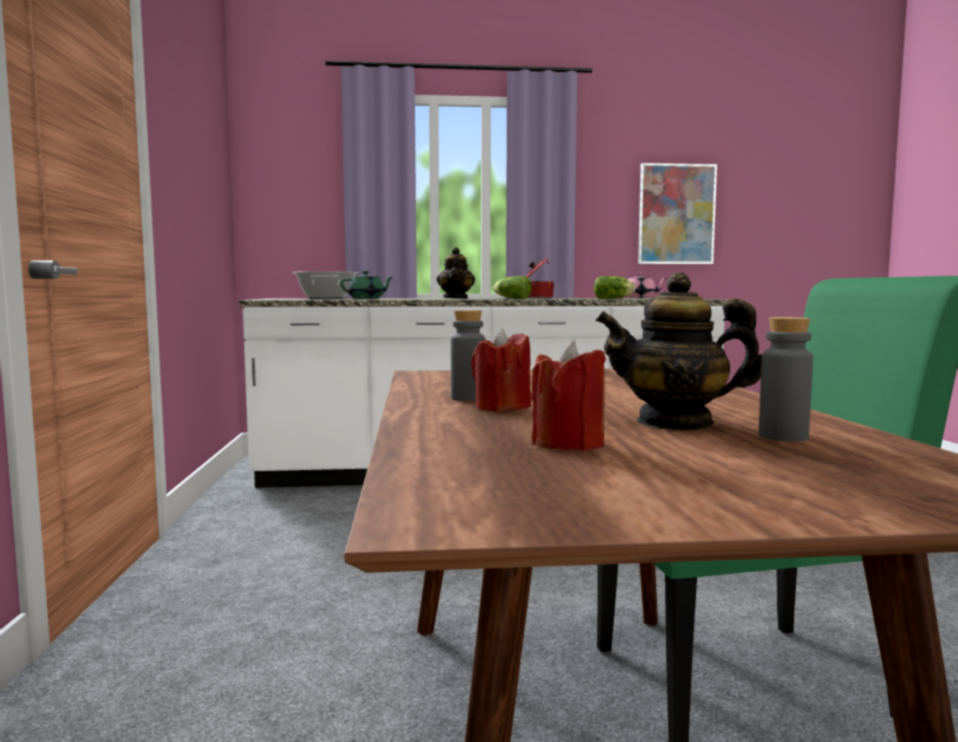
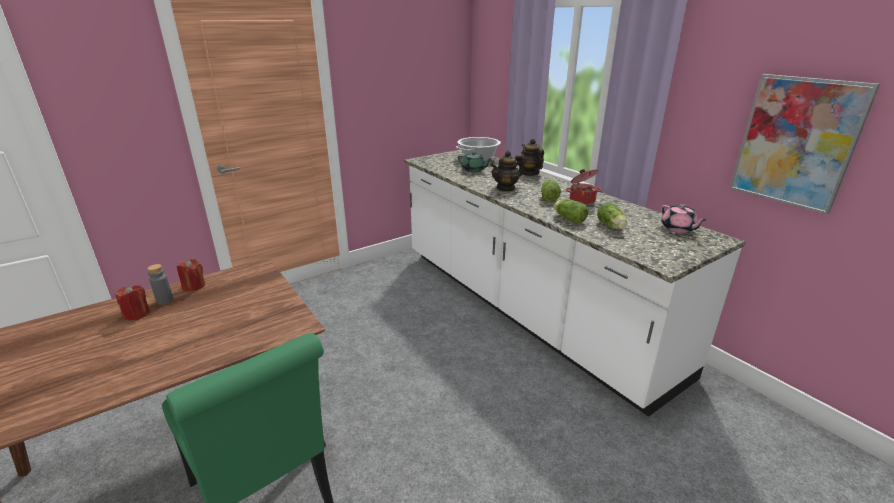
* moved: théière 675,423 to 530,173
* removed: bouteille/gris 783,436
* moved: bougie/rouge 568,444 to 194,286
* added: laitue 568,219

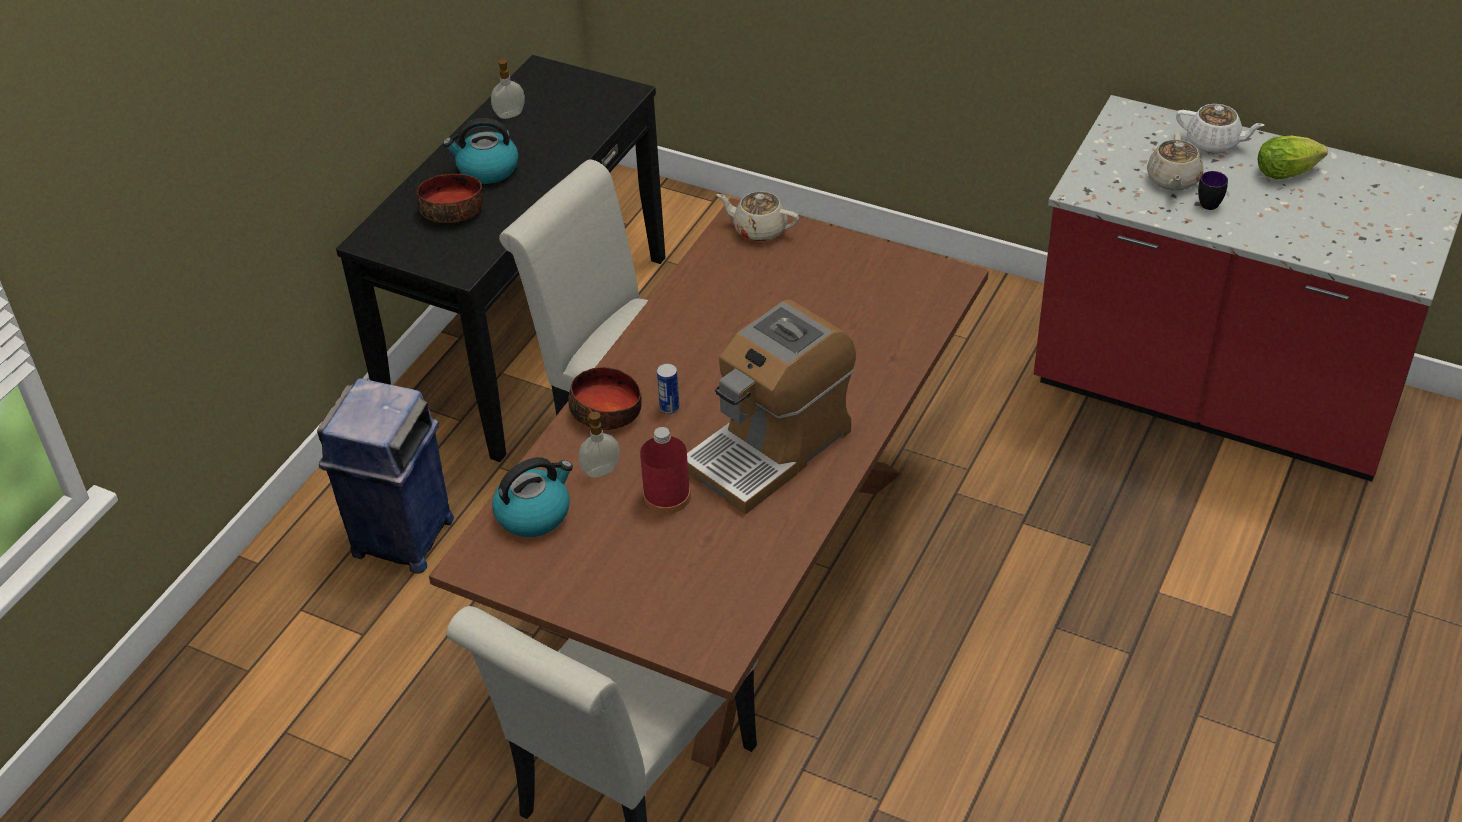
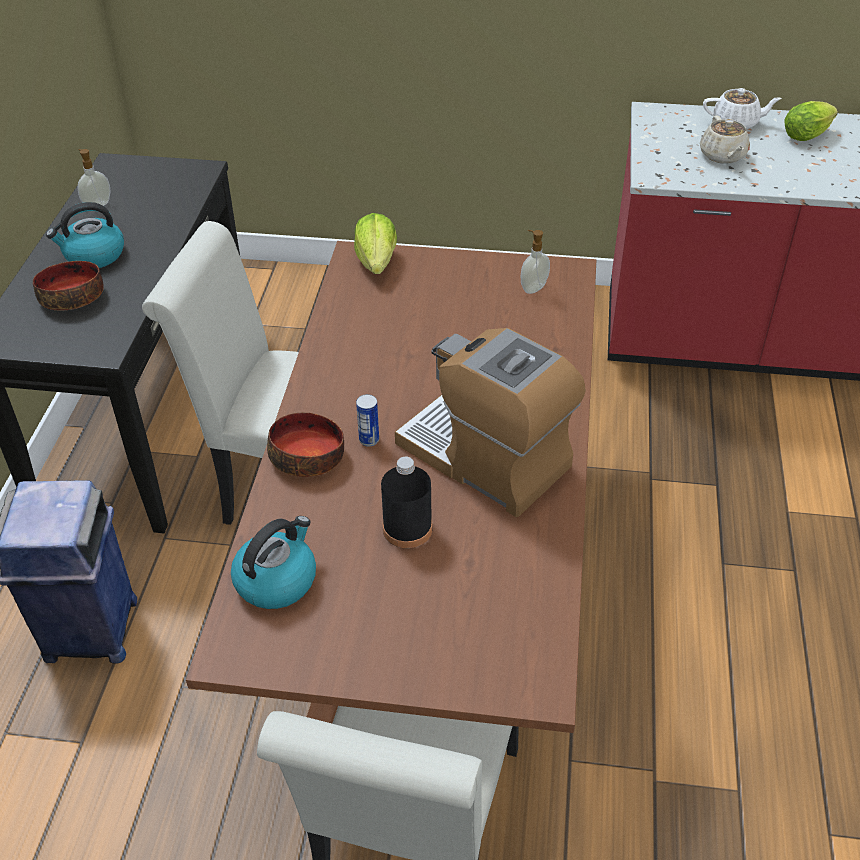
* removed: mug 1210,201
* replaced: théière/beige 759,229 to laitue 376,262
* turned: machine à café 770,448 = 486,457 105 degrees clockwise
* moved: distributeur de savon 600,470 to 533,288
* recoloured: bouteille/rouge 667,496 to bouteille/noir 407,529

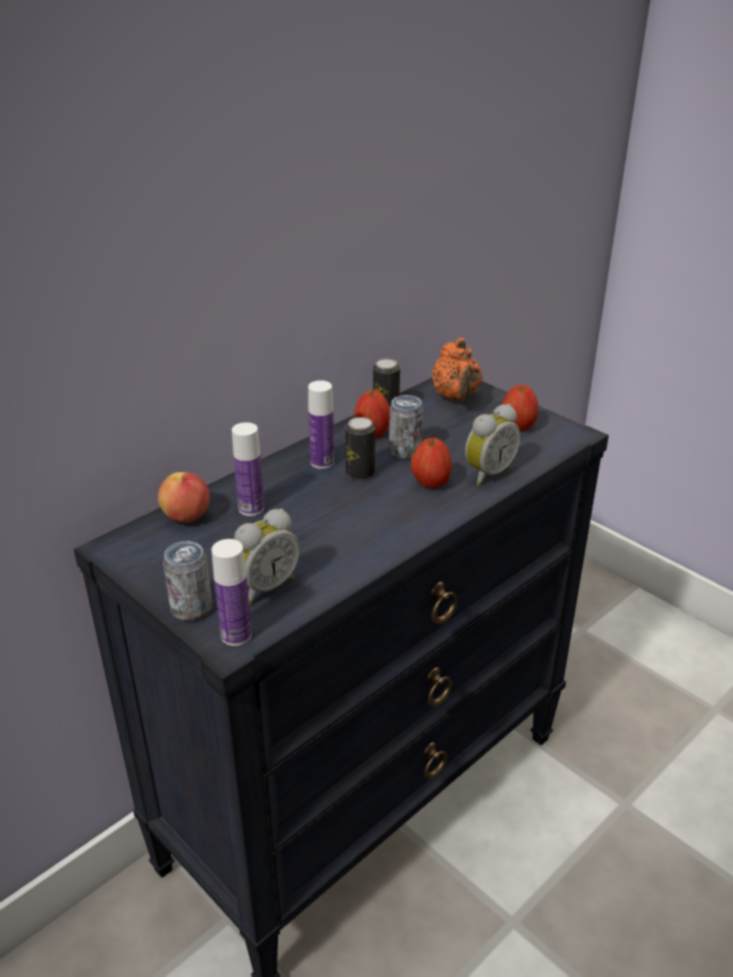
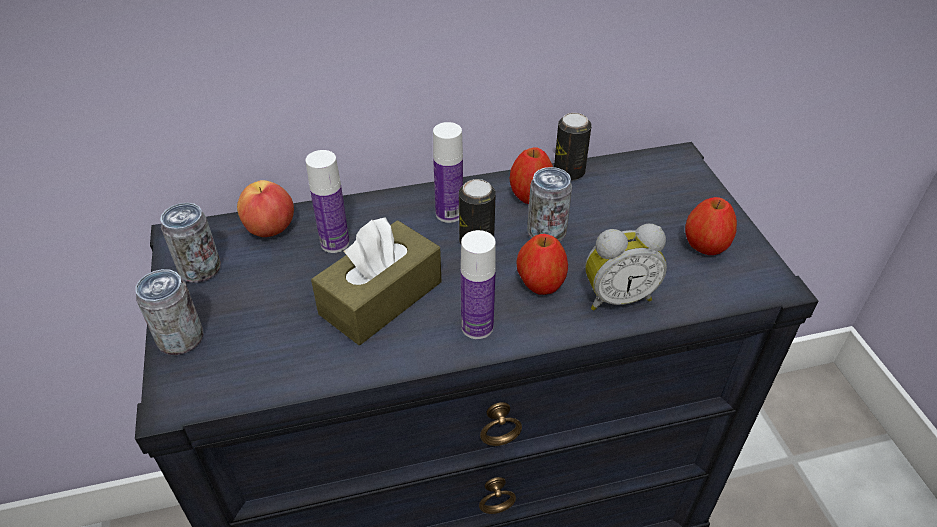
* removed: théière/orange 456,397
* removed: réveil 265,586
* moved: bouteille 236,635 to 477,327
* added: boîte métallique 200,270
* added: boîte à mouchoirs/marron 381,298

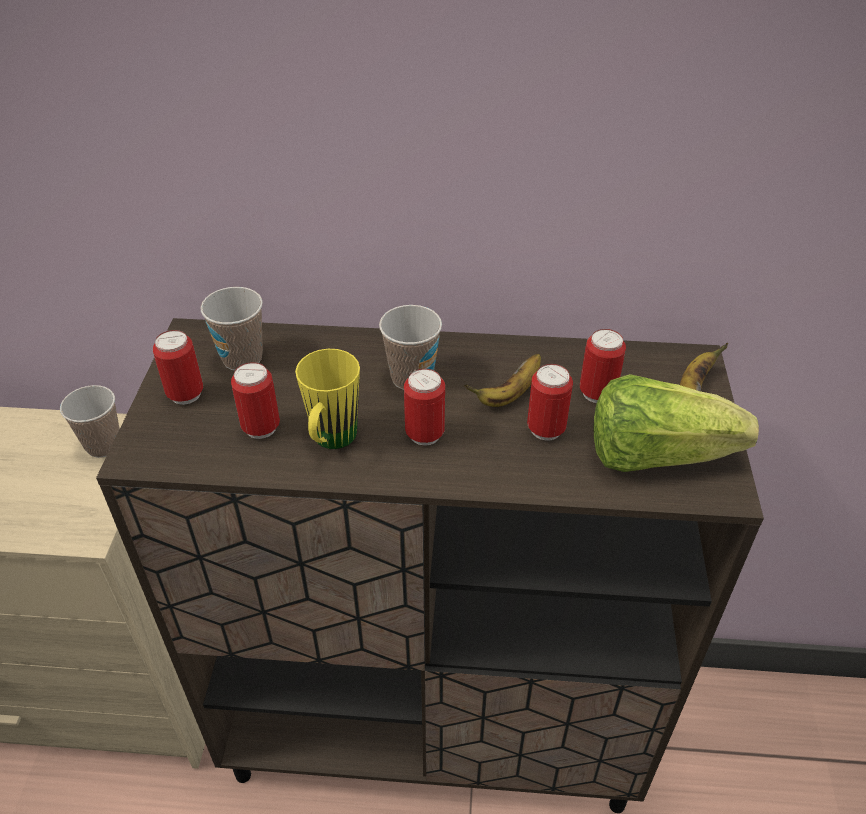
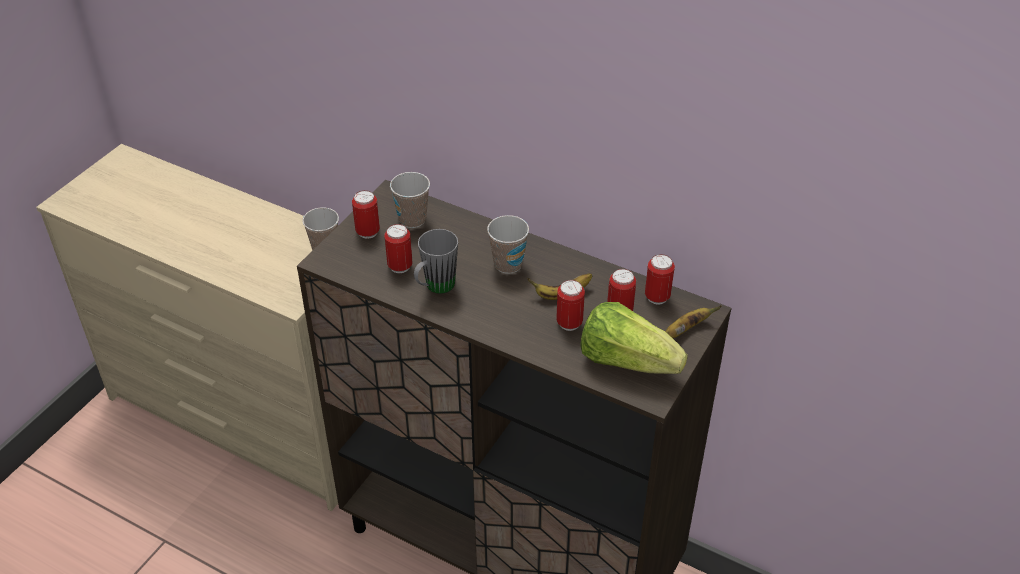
* recoloured: mug/jaune 331,442 to mug/gris 435,288
* moved: boîte métallique 424,434 to 657,297

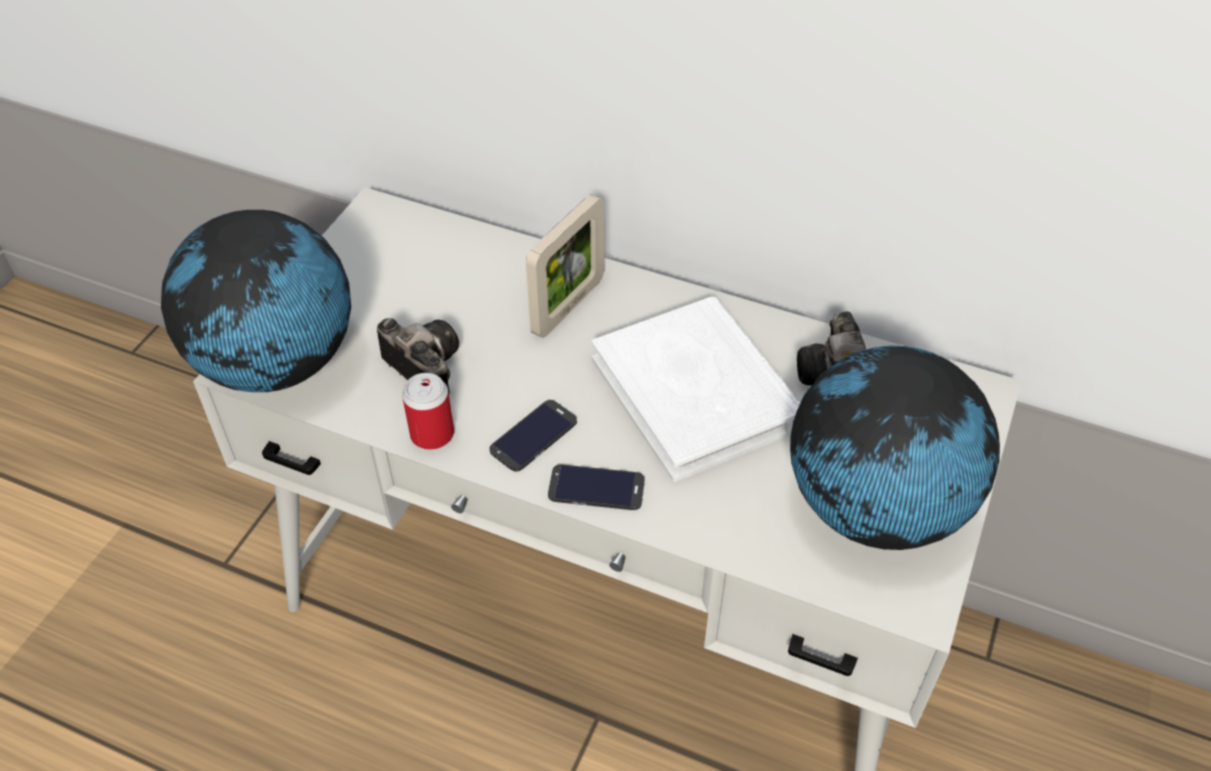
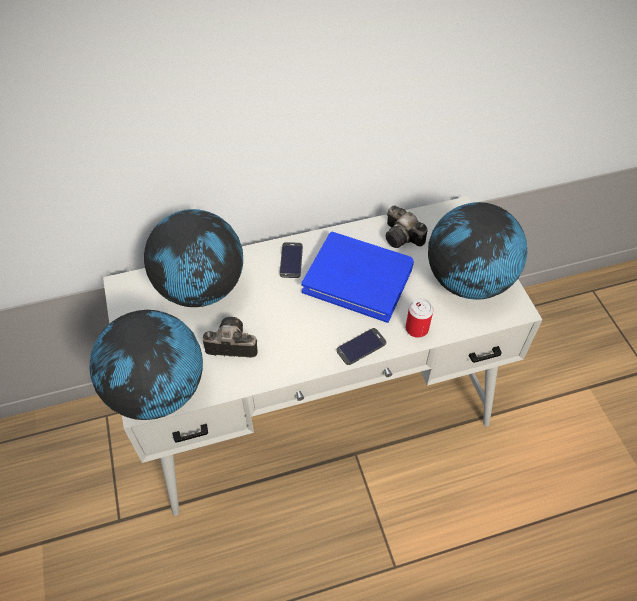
* removed: cadre photo 568,306
* recoloured: livre/blanc 696,392 to livre/bleu 358,279
* moved: boîte métallique 432,434 to 416,328
* moved: téléphone 534,436 to 291,260
* added: globe 201,288

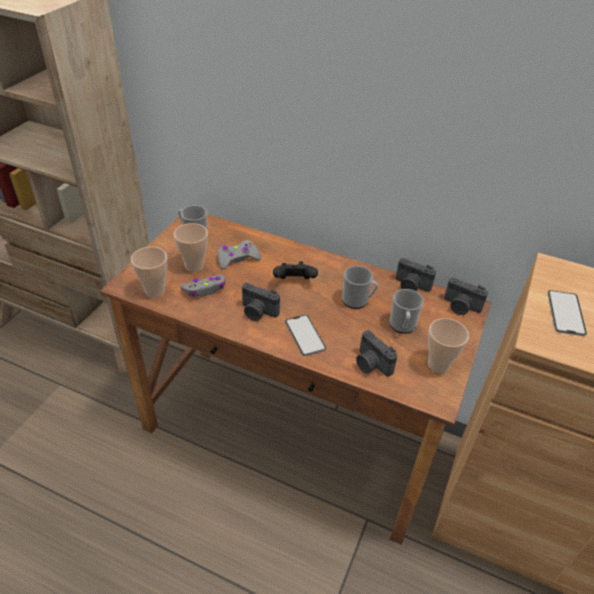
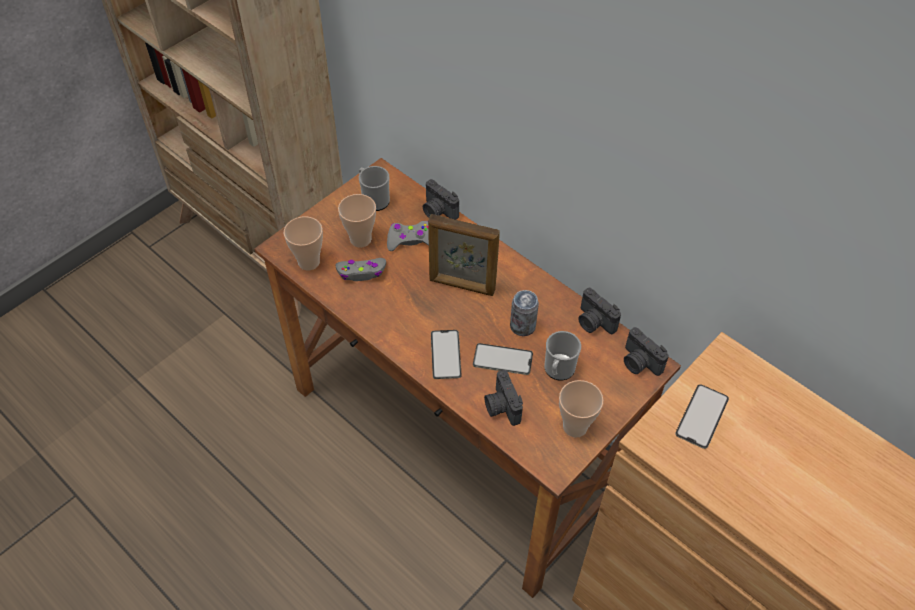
* replaced: manette/noir 294,282 to cadre photo 462,285
* replaced: mug 357,301 to boîte métallique 522,326
* moved: appareil photo 258,312 to 438,211
* added: téléphone 502,359

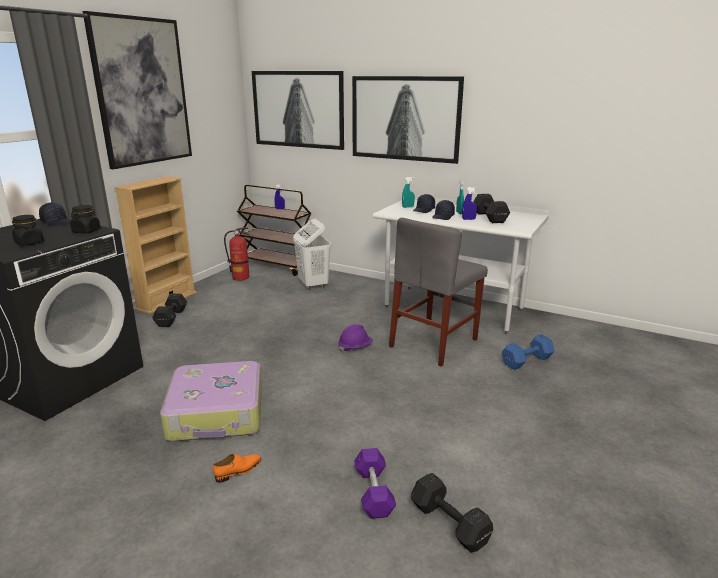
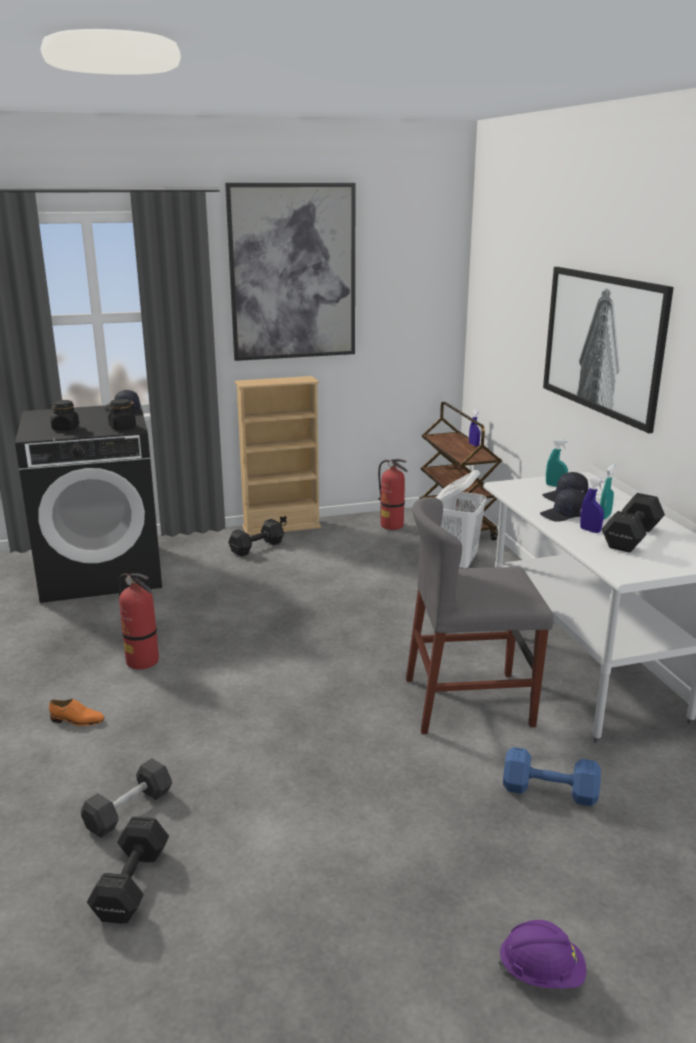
* removed: tableau 298,109
* moved: casque de chantier/violet 355,347 to 541,972
* replaced: valise 217,413 to extincteur 143,661
* recoloured: haltère/violet 373,492 to haltère/gris 129,810

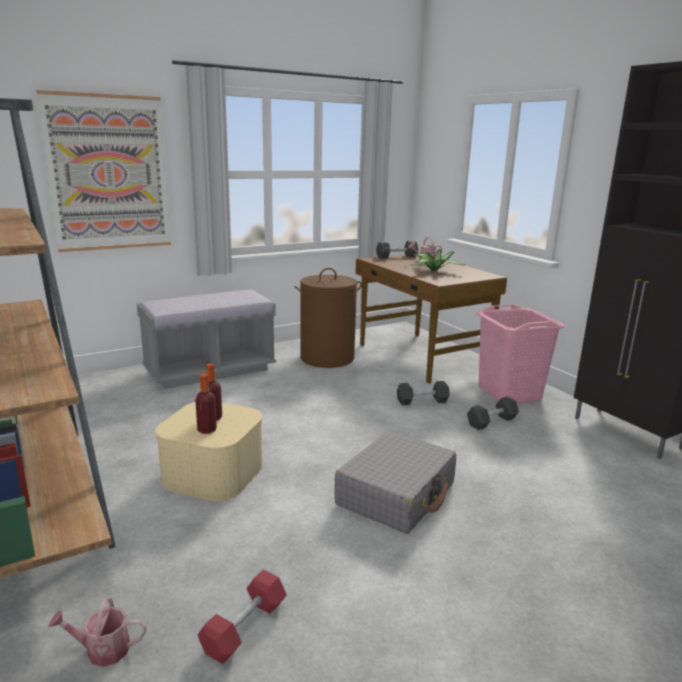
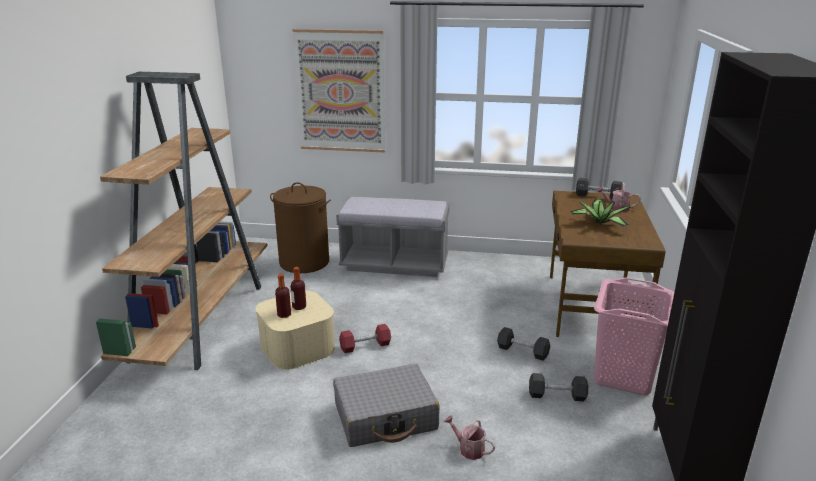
* moved: panier à linge/marron 327,358 to 304,262
* moved: haltère/rouge 244,627 to 365,346
* moved: arrosoir 102,650 to 468,449

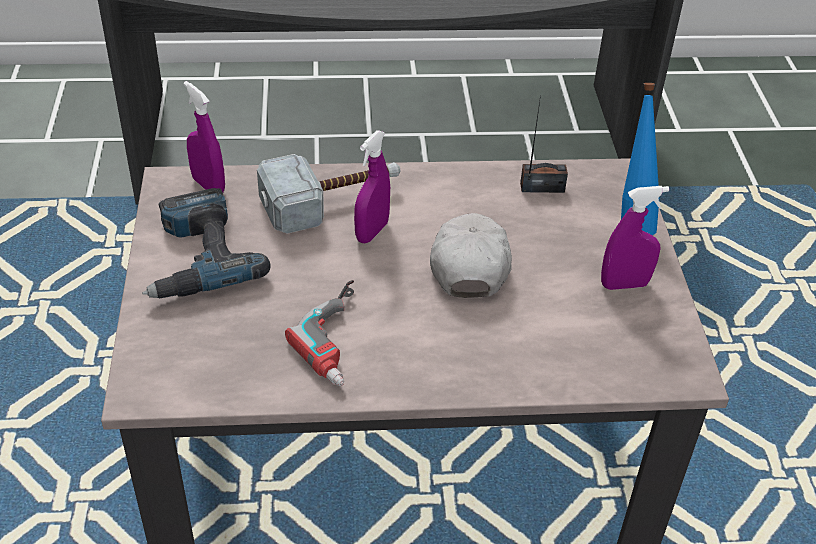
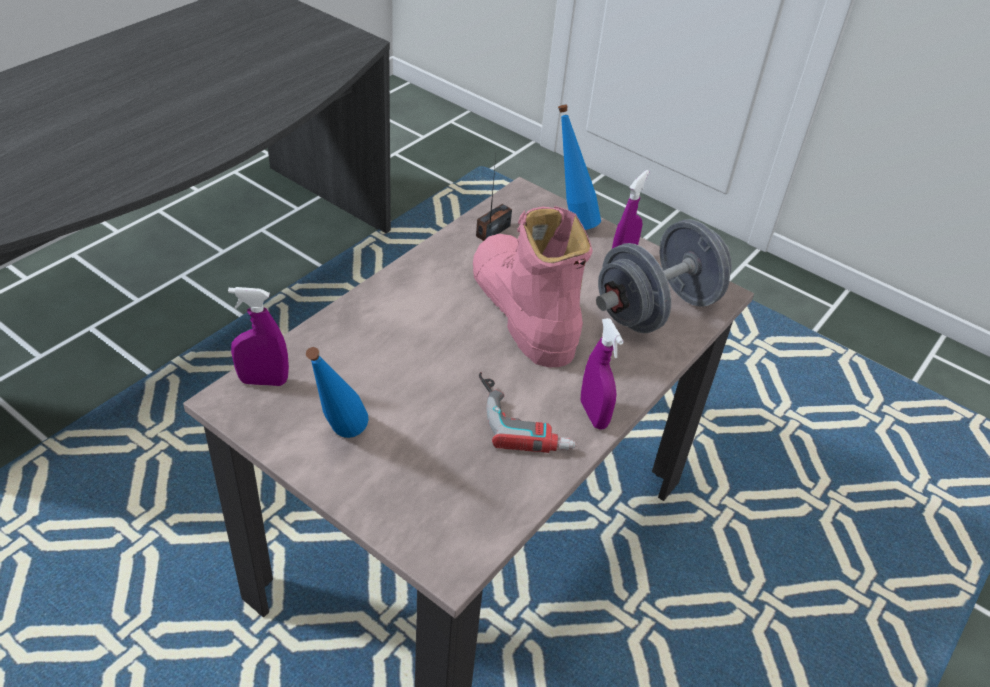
* moved: vaporisateur/violet 372,232 to 593,414
* removed: marteau 332,200
* replaced: perceuse 196,257 to bouteille/bleu 339,440
* replaced: casquette/blanc 469,262 to botte/rose 523,310
* added: haltère/gris 656,309

